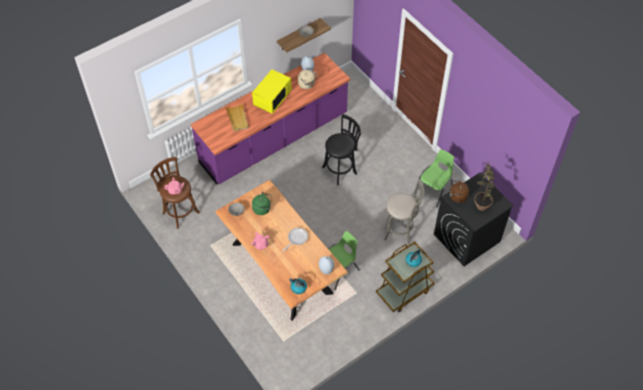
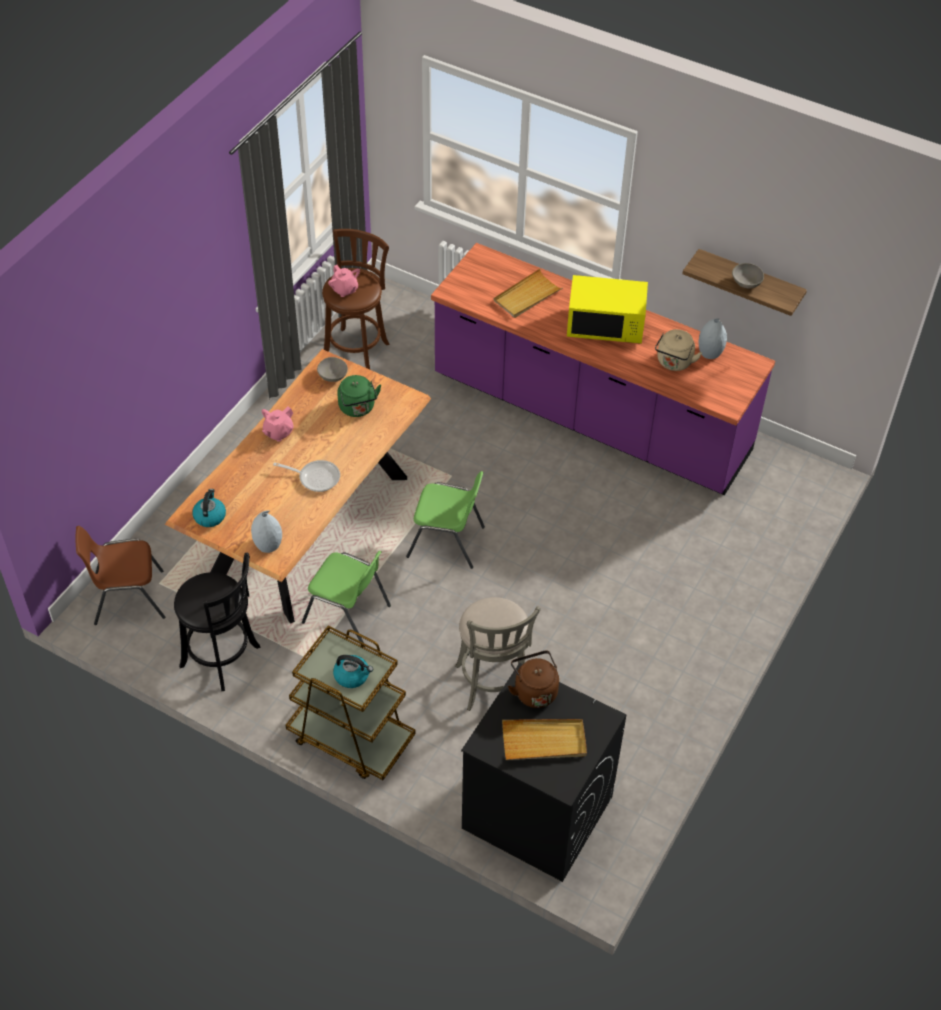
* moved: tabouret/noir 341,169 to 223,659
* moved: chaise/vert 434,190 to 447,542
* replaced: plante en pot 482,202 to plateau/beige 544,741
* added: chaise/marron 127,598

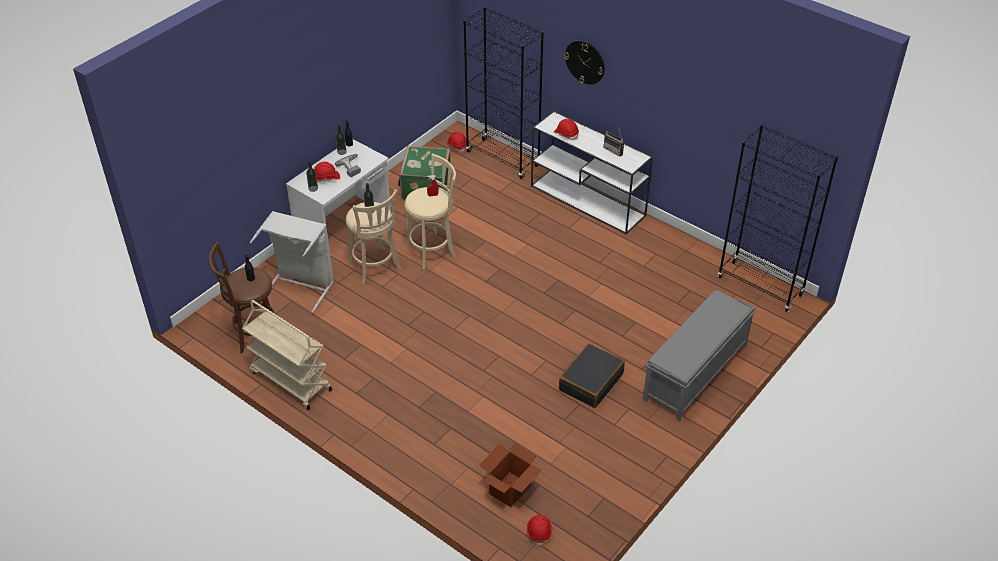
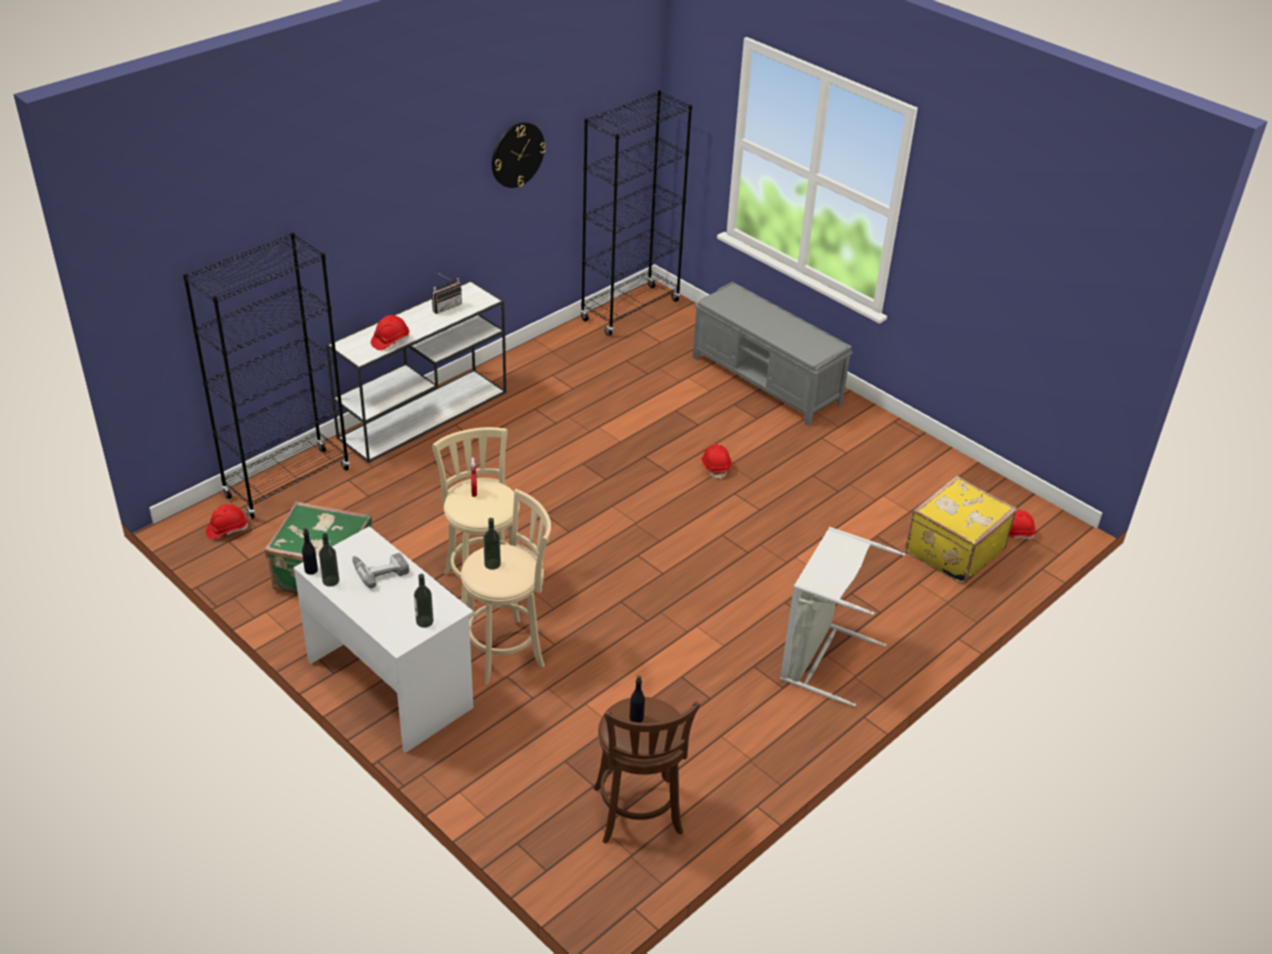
* moved: horloge murale 585,62 to 517,154
* moved: casque de chantier/rouge 326,178 to 715,467
* moved: panier à linge/gris 301,285 to 821,658
* removed: chariot/beige 290,381
* removed: valise/noir 590,382
* replaced: carton 509,490 to valise/jaune 952,550

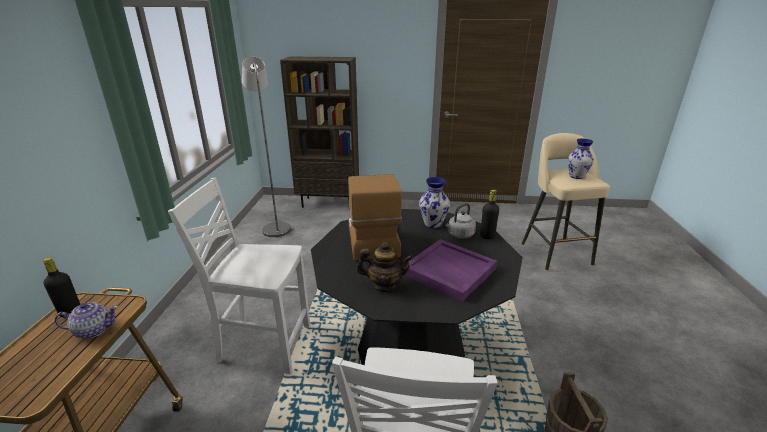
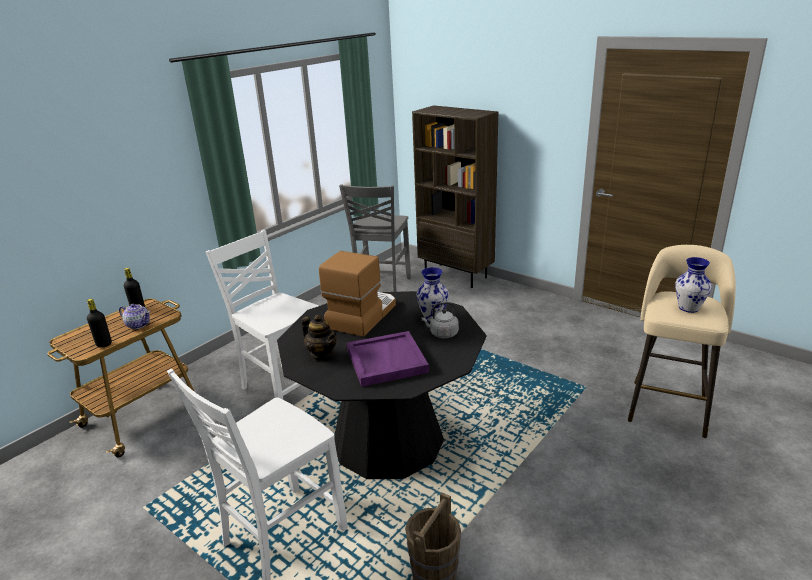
* replaced: lampadaire/gris 275,227 to chaise/gris 381,289
* moved: bouteille/noir 487,236 to 104,344

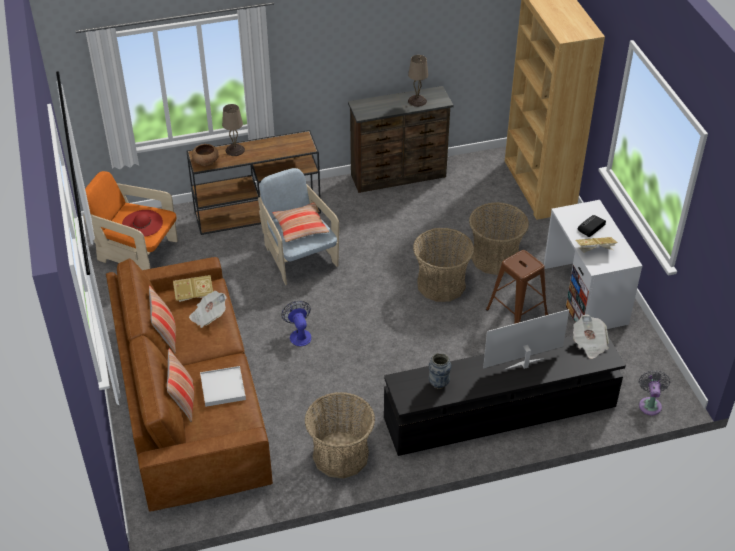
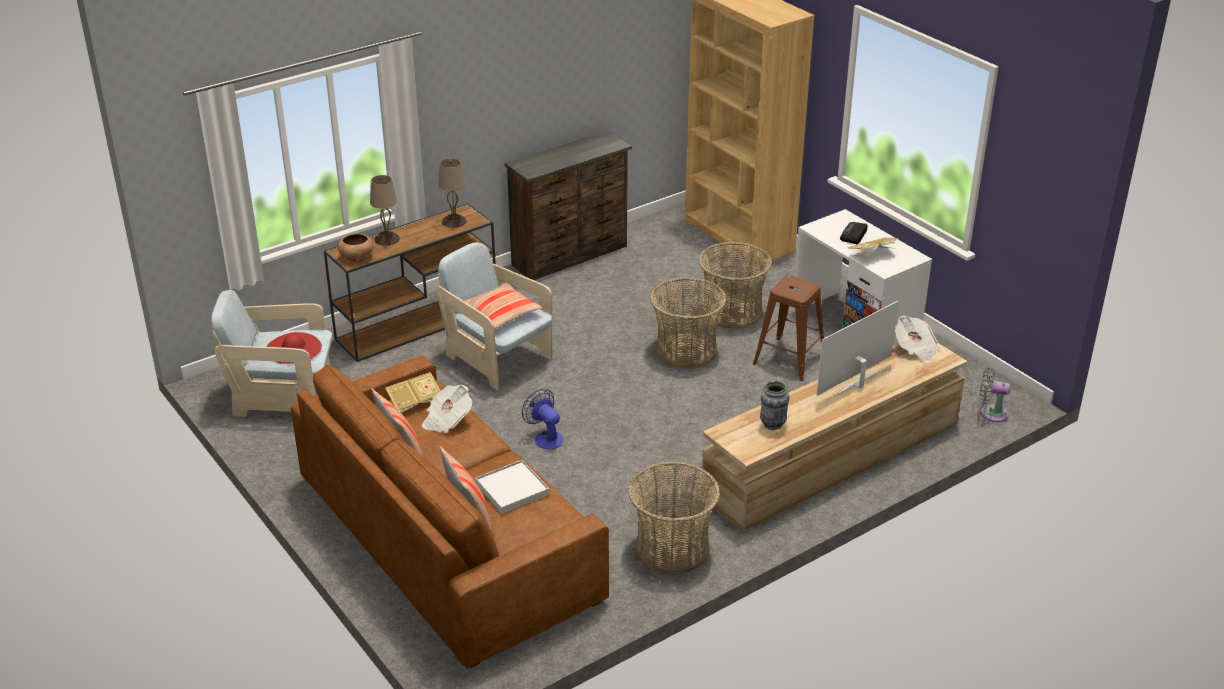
* moved: lampe de table/beige 417,101 to 454,221
* recoloured: fauteuil/orange 137,253 to fauteuil/beige 283,397
* recoloured: meuble télé/noir 500,413 to meuble télé/beige 832,460
* turned: ventilateur/gris 650,404 = 991,413 60 degrees counterclockwise

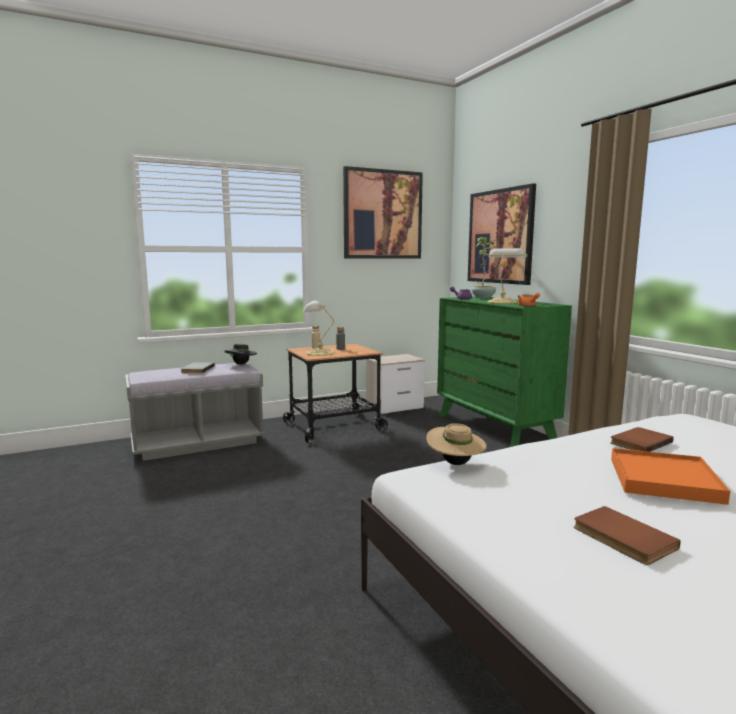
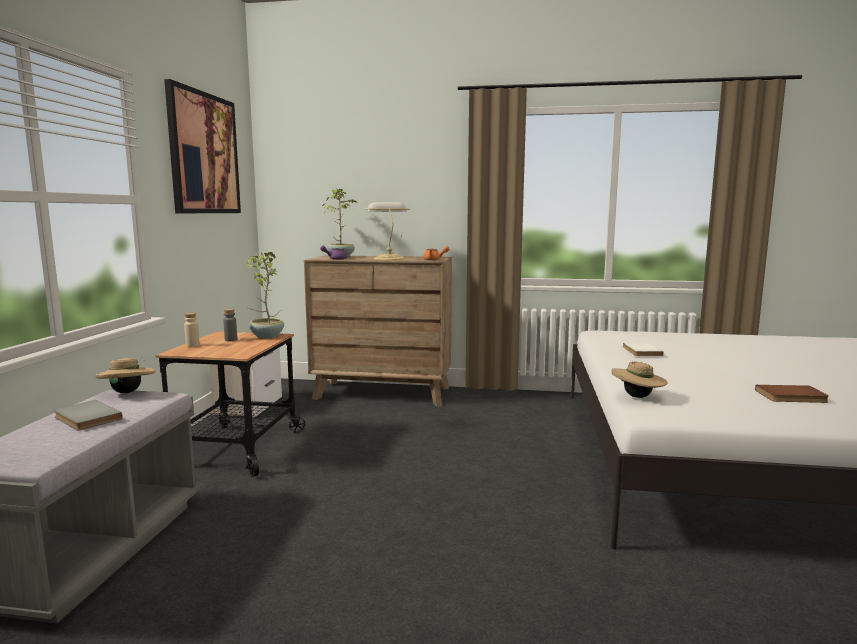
* removed: tableau 500,236
* recoloured: commode/vert 494,428 to commode/marron 382,393
* removed: lampe de table 318,353
* recoloured: chapeau/noir 241,364 to chapeau/beige 127,392
* recoloured: livre/marron 638,442 to livre/blanc 640,351
* removed: plateau/orange 663,480
* added: plante en pot 266,336

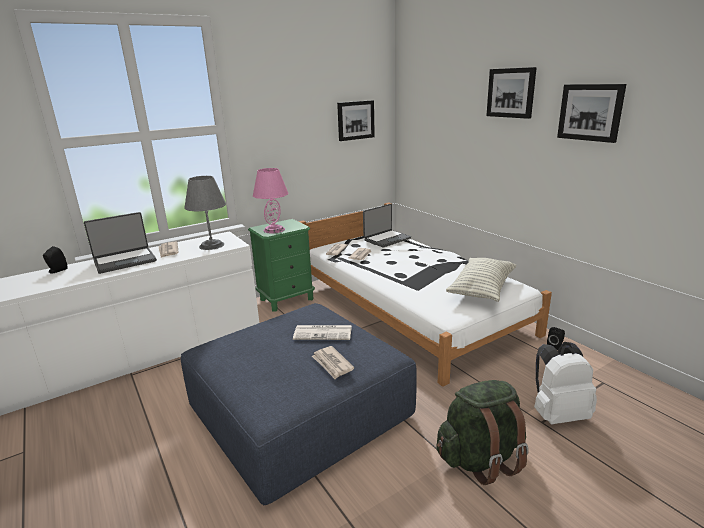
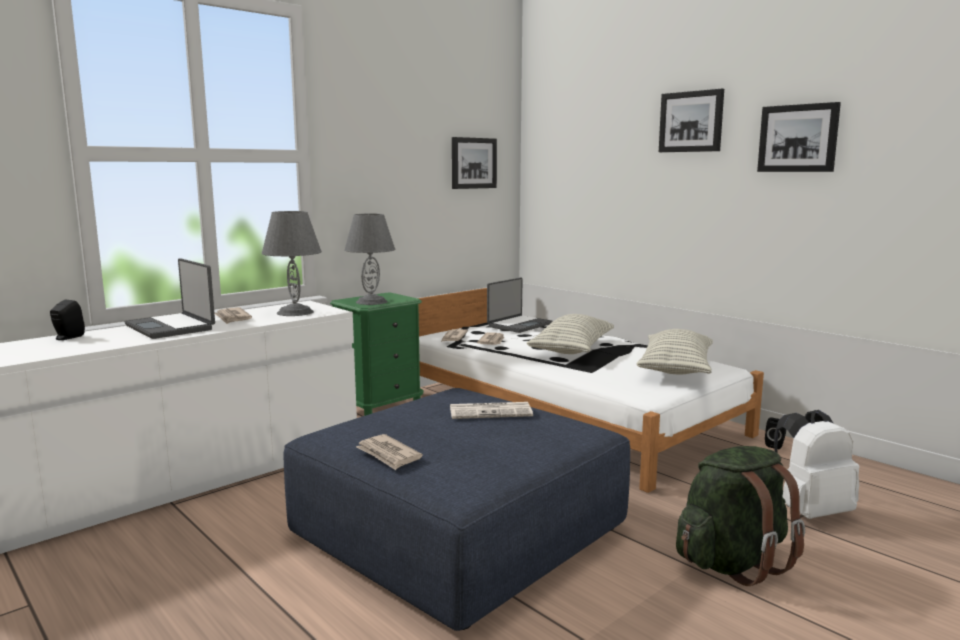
* recoloured: lampe de table/rose 274,230 to lampe de table/gris 371,302
* turned: ordinateur portable 125,261 = 172,327 90 degrees clockwise
* moved: journal 332,364 to 388,455
* added: coussin 572,350

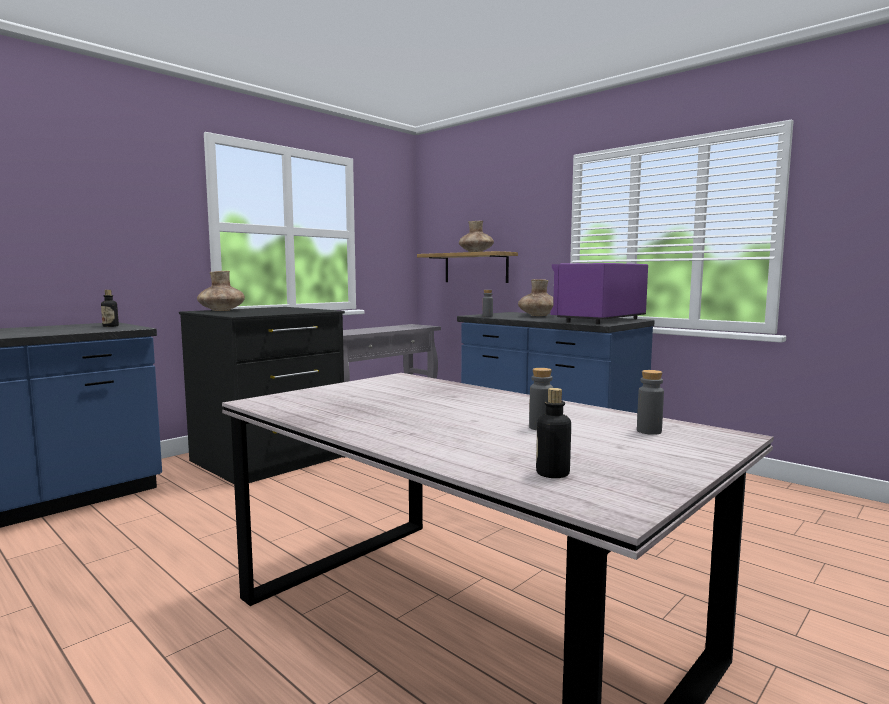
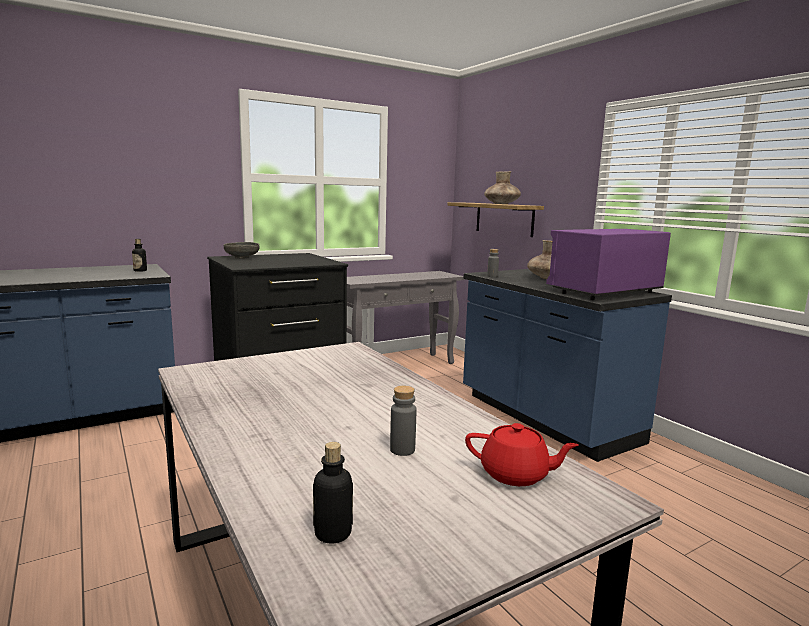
* replaced: vase/marron 221,310 to bol/gris 242,257
* replaced: bouteille/gris 649,431 to théière/rouge 516,475

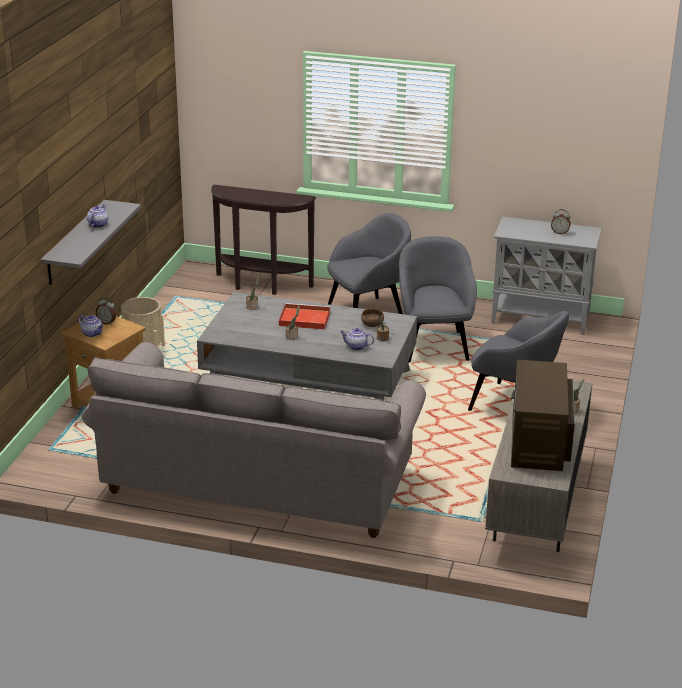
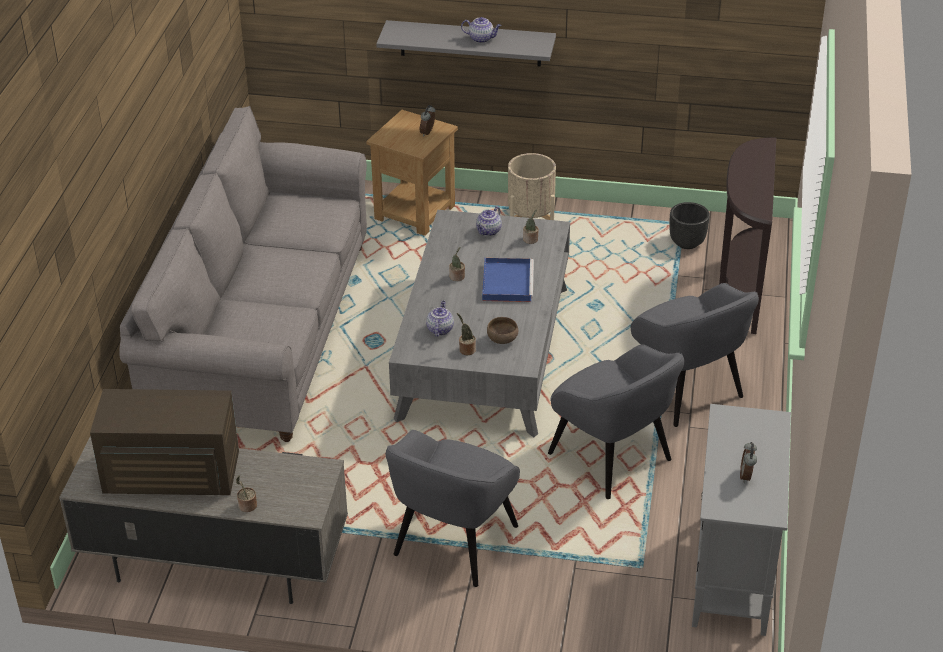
* turned: fauteuil/gris 433,345 = 611,458 60 degrees clockwise
* recoloured: plateau/rouge 303,319 to plateau/bleu 507,282
* moved: théière 92,333 to 488,231
* added: cache-pot/noir 687,242

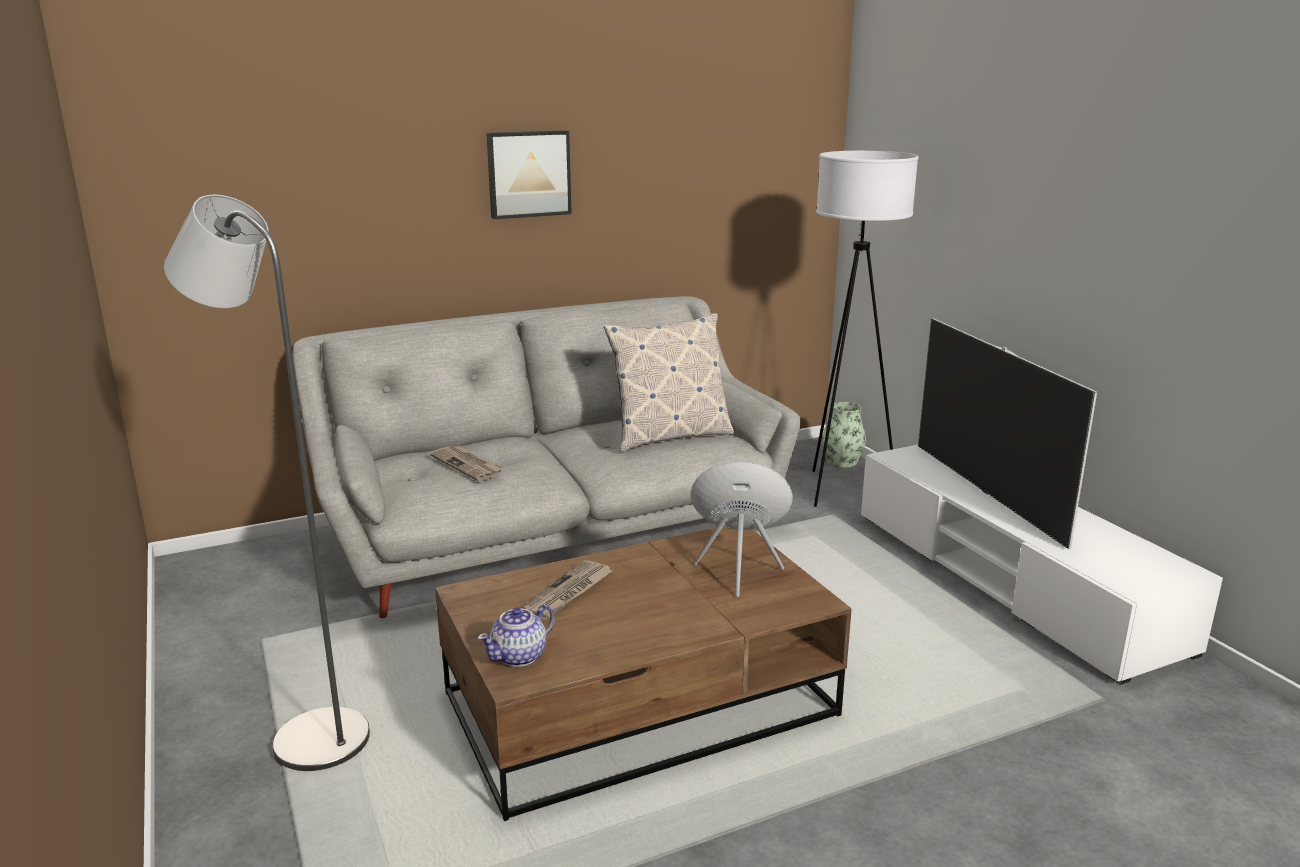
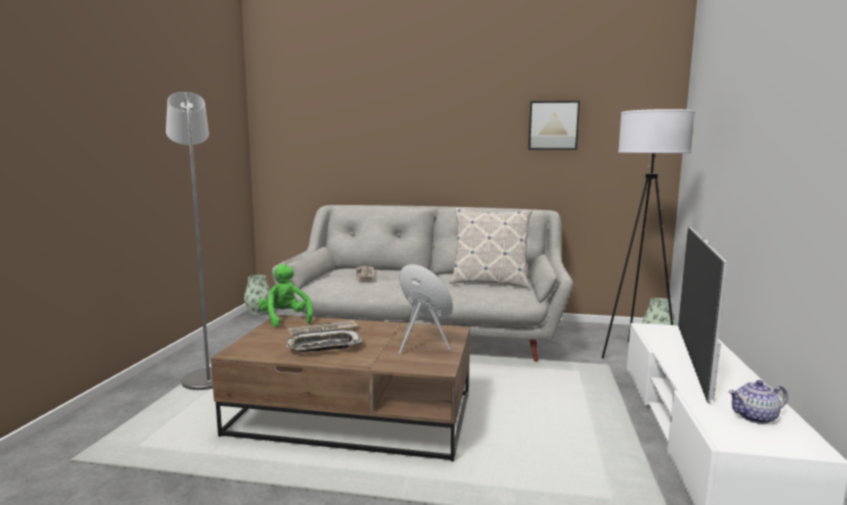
* moved: tableau 528,174 to 553,125
* moved: théière 520,656 to 756,417
* added: peluche/vert 285,319
* added: vase 259,312
* added: plateau 323,347

